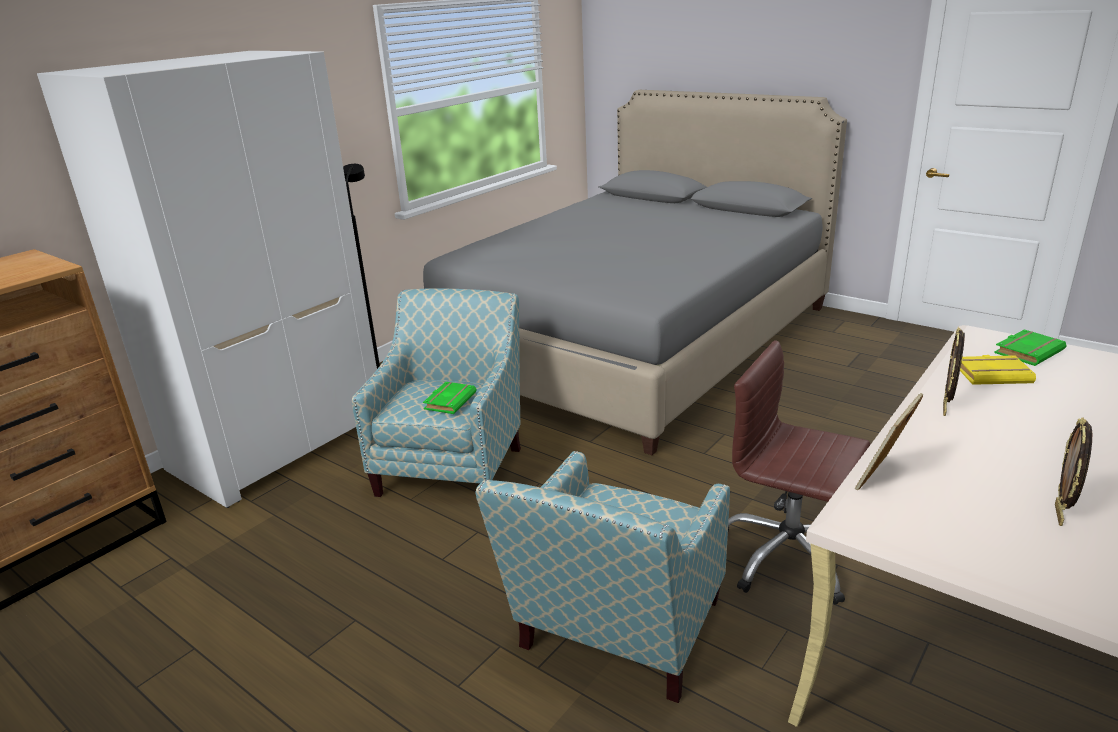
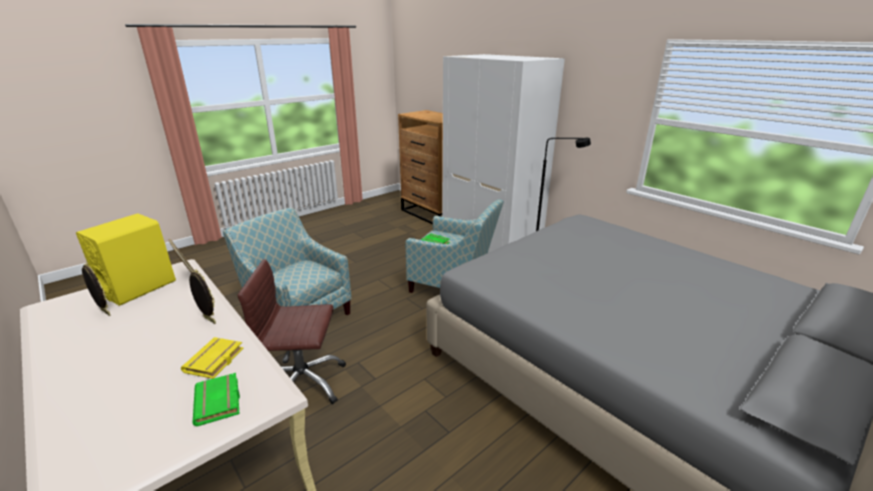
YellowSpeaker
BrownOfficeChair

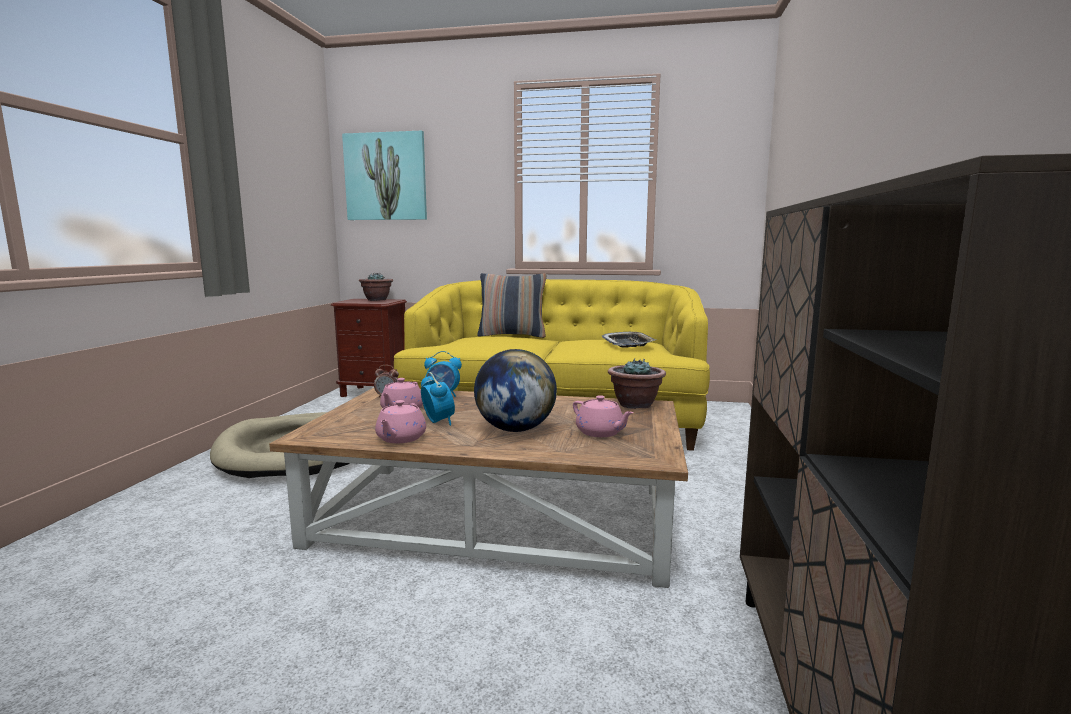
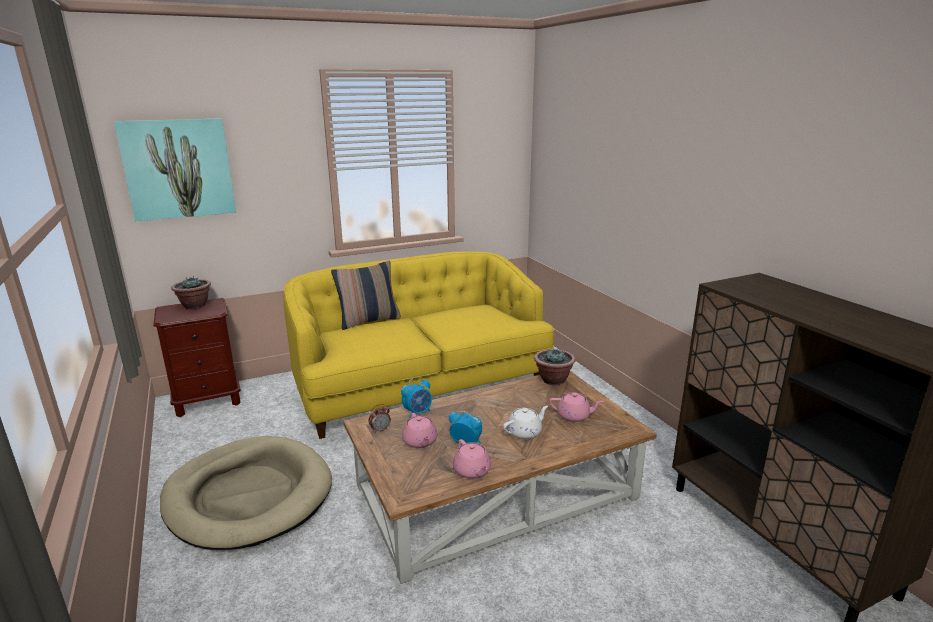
Tray
WhiteTeapot

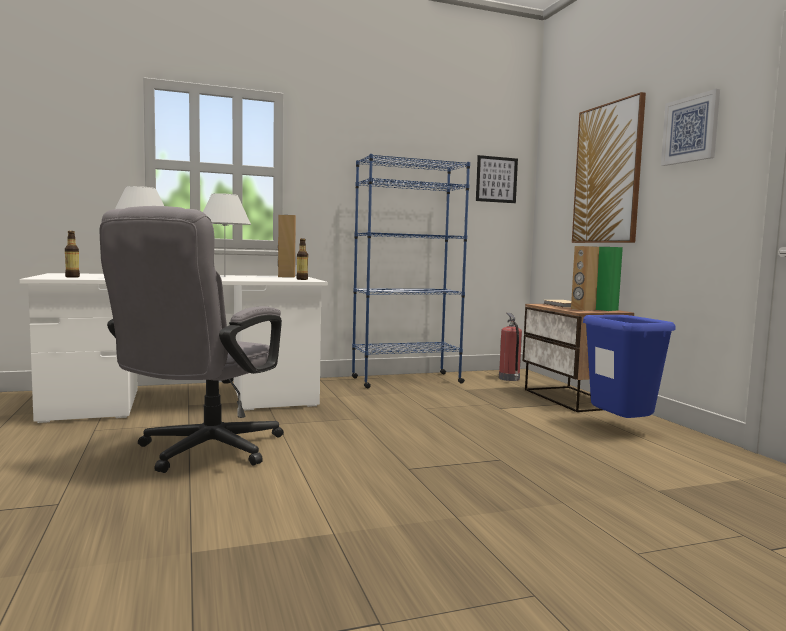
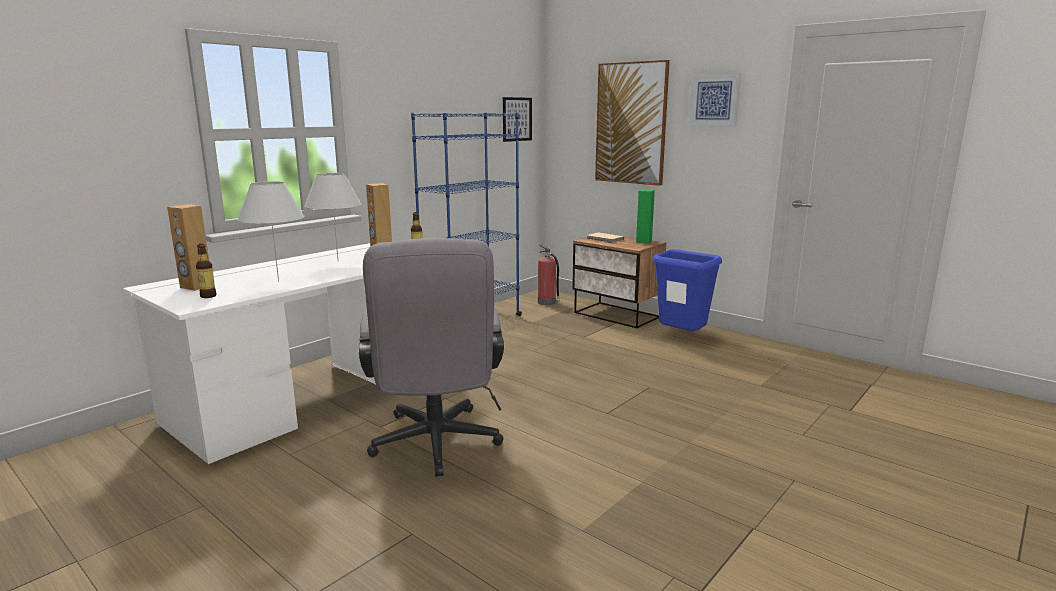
BrownSpeaker (1st from left)

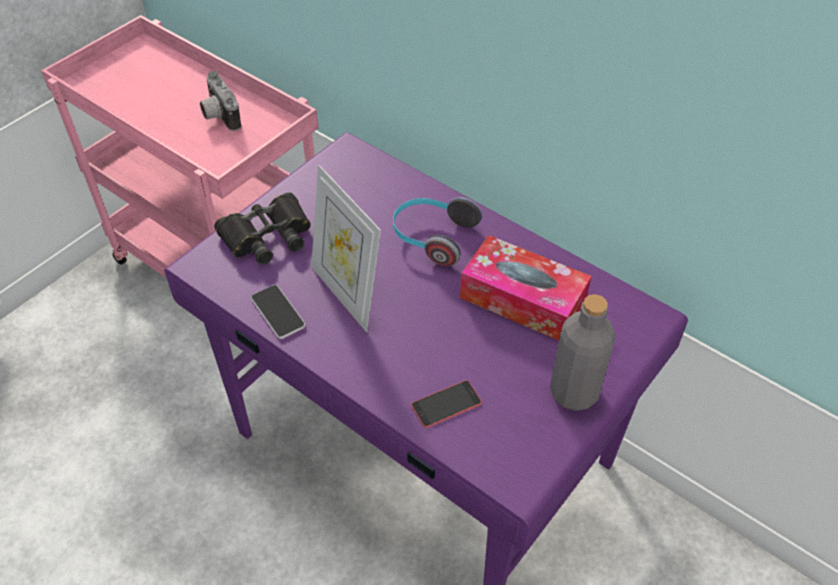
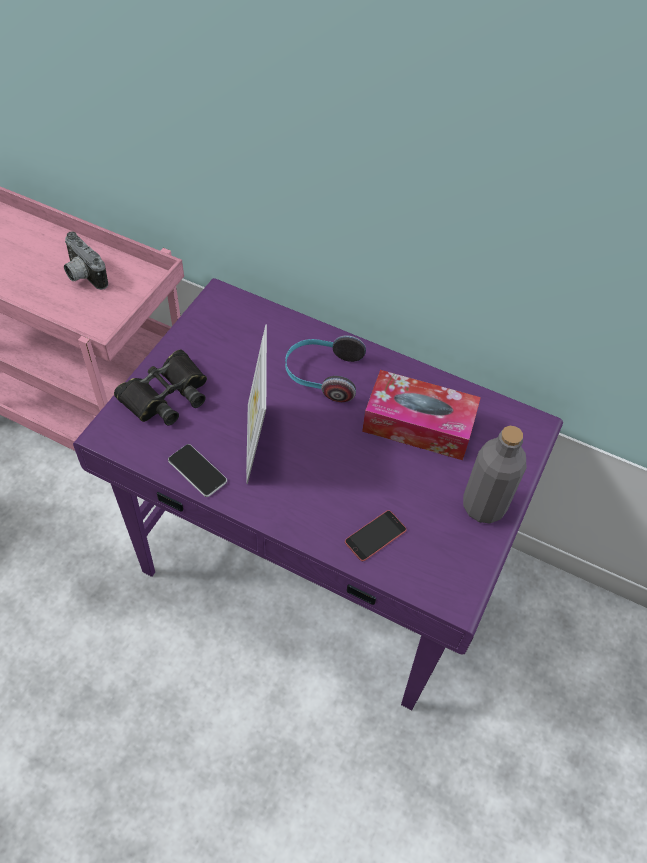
PictureFrame

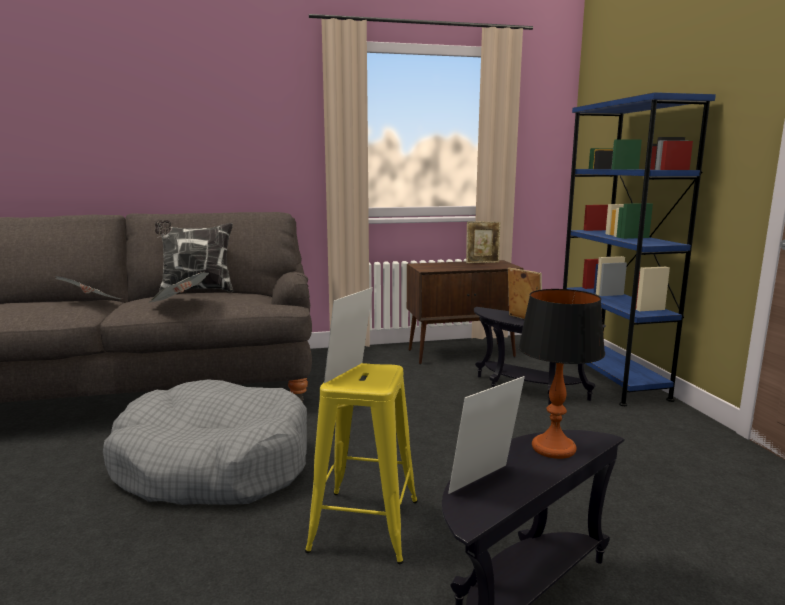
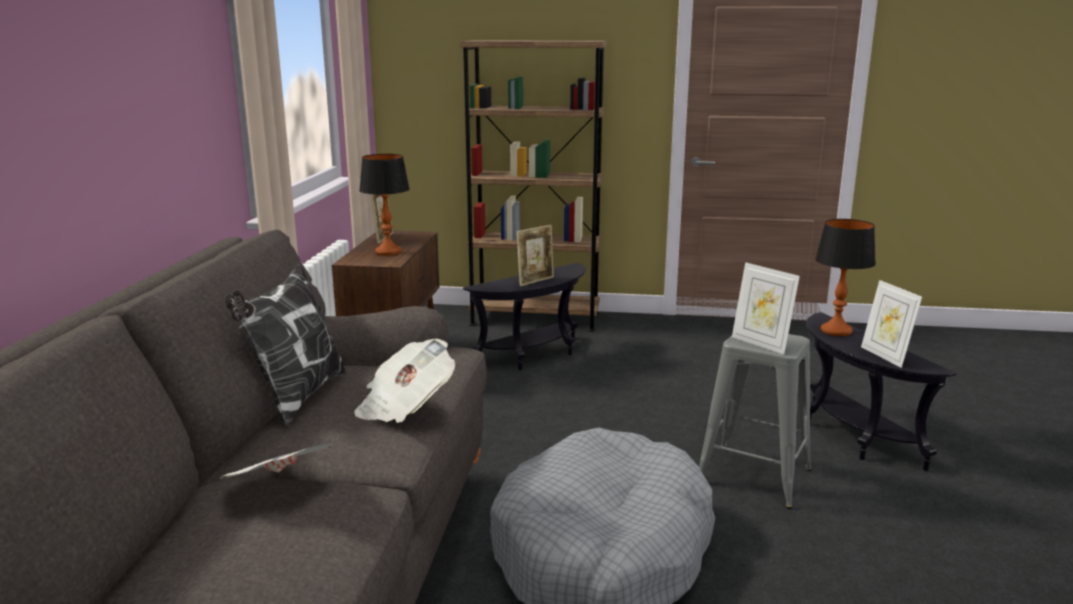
TableLamp (1st from left)
GreyStool
BrownBookcase
PictureFrame (2nd from left)

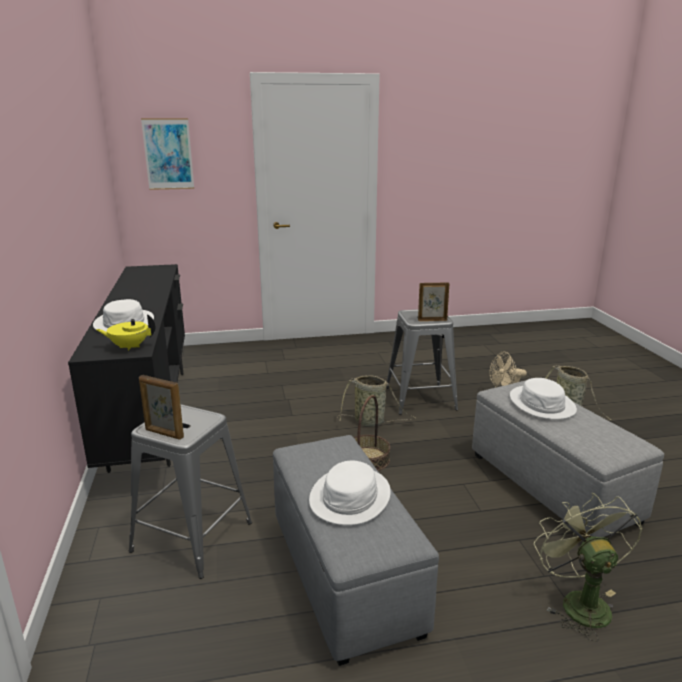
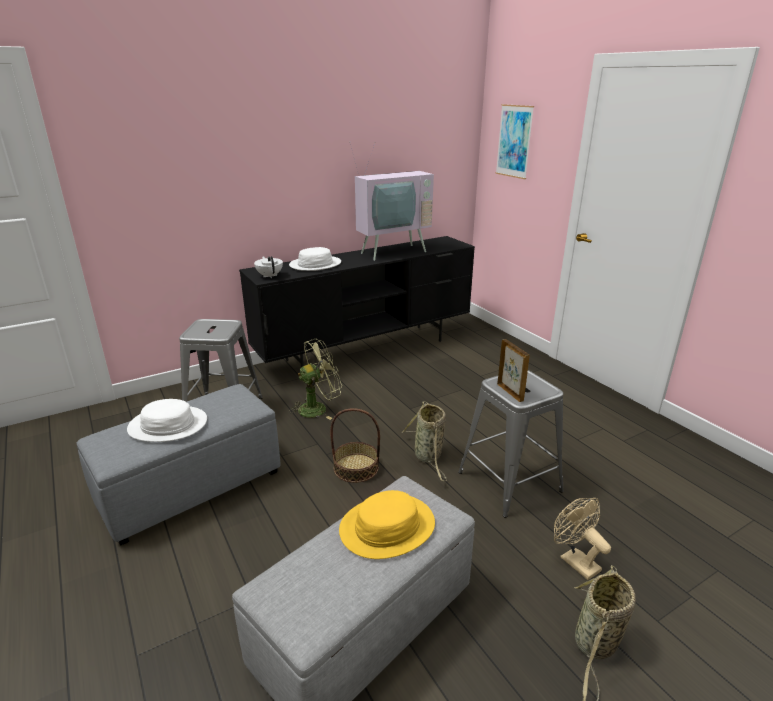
PictureFrame (1st from left in the first image)
Television
GreenFan
WhiteTeapot
YellowHat

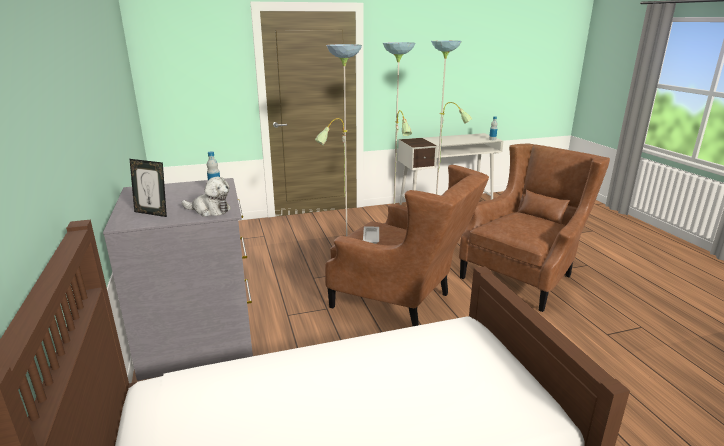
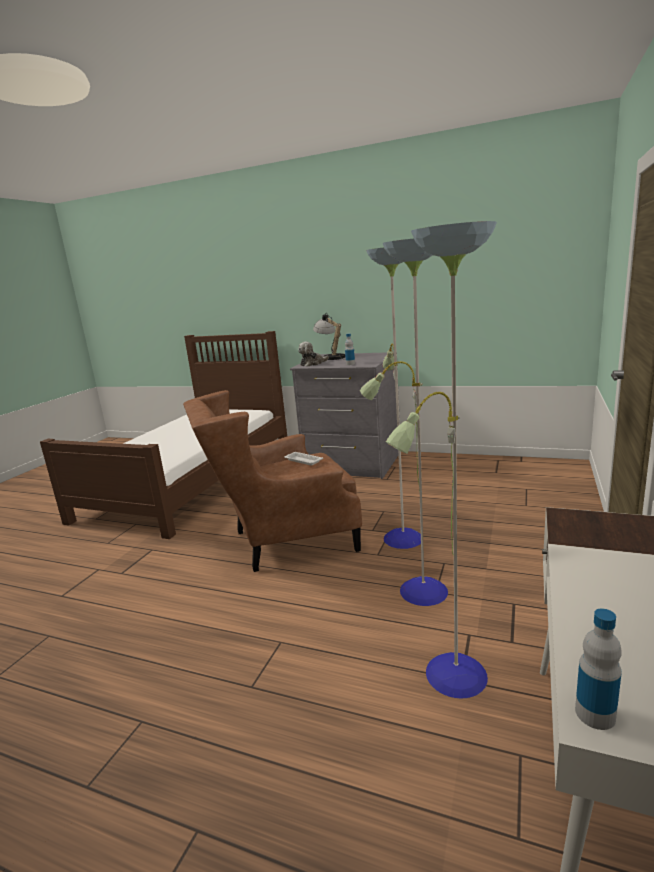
BrownArmchair (2nd from left in the first image)
TableLamp

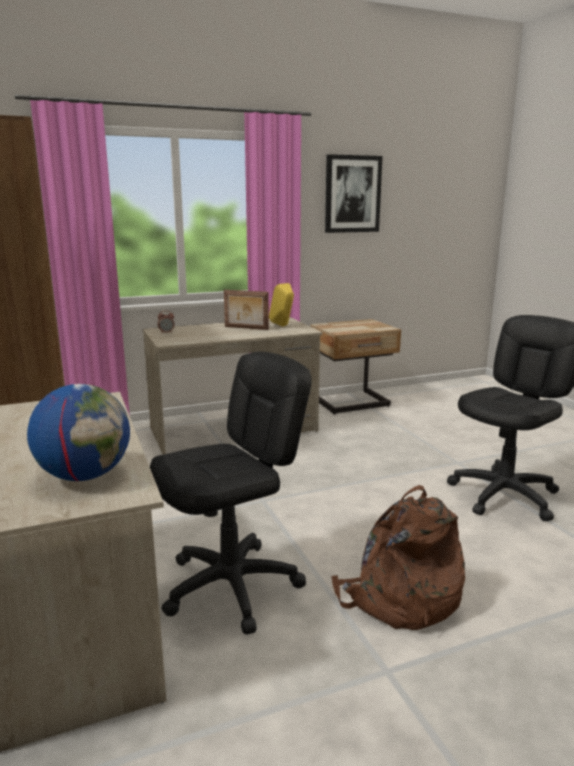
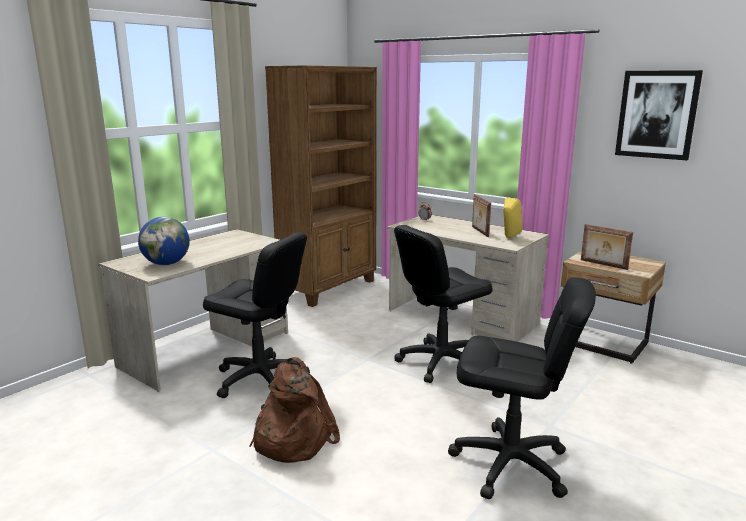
BlackOfficeChair (2nd from left)
PictureFrame (2nd from left)

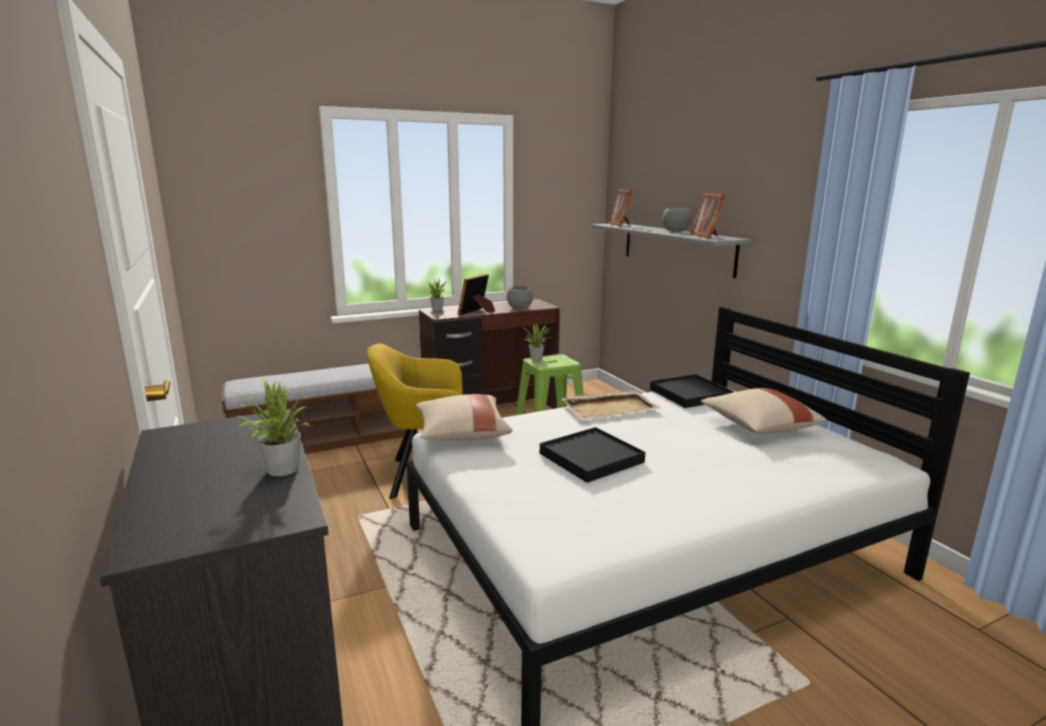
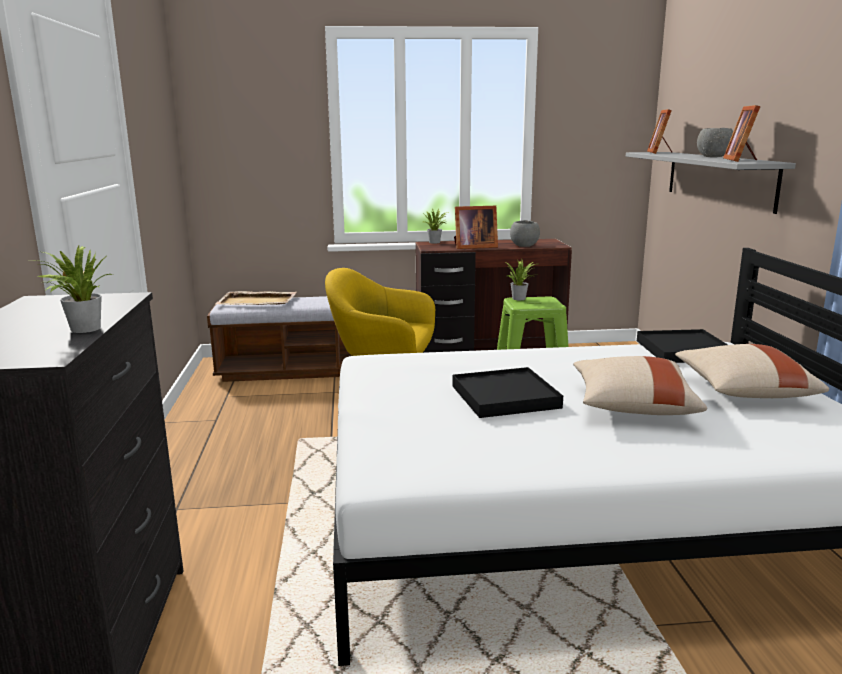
BeigePillow (1st from left)
BeigeTray
PictureFrame (1st from left)

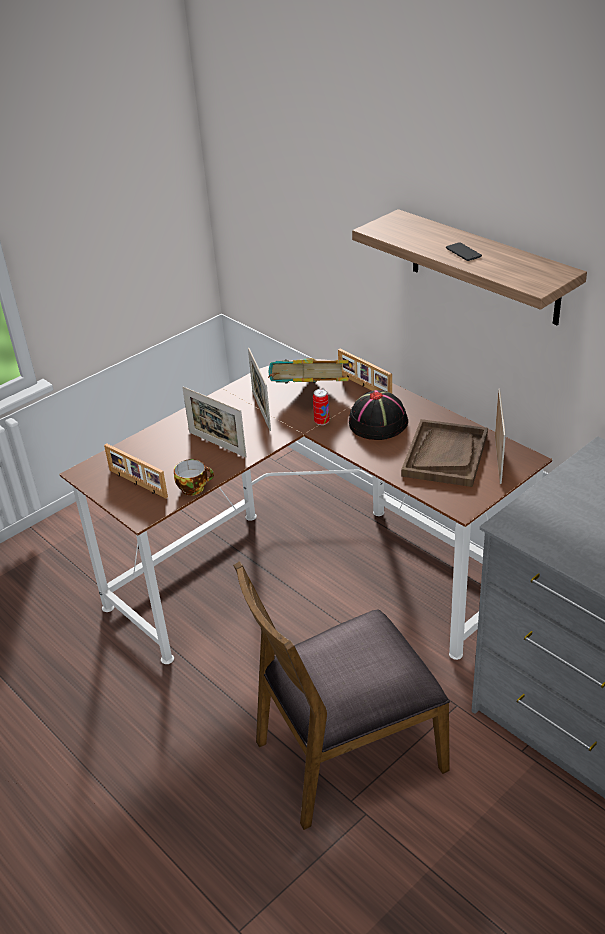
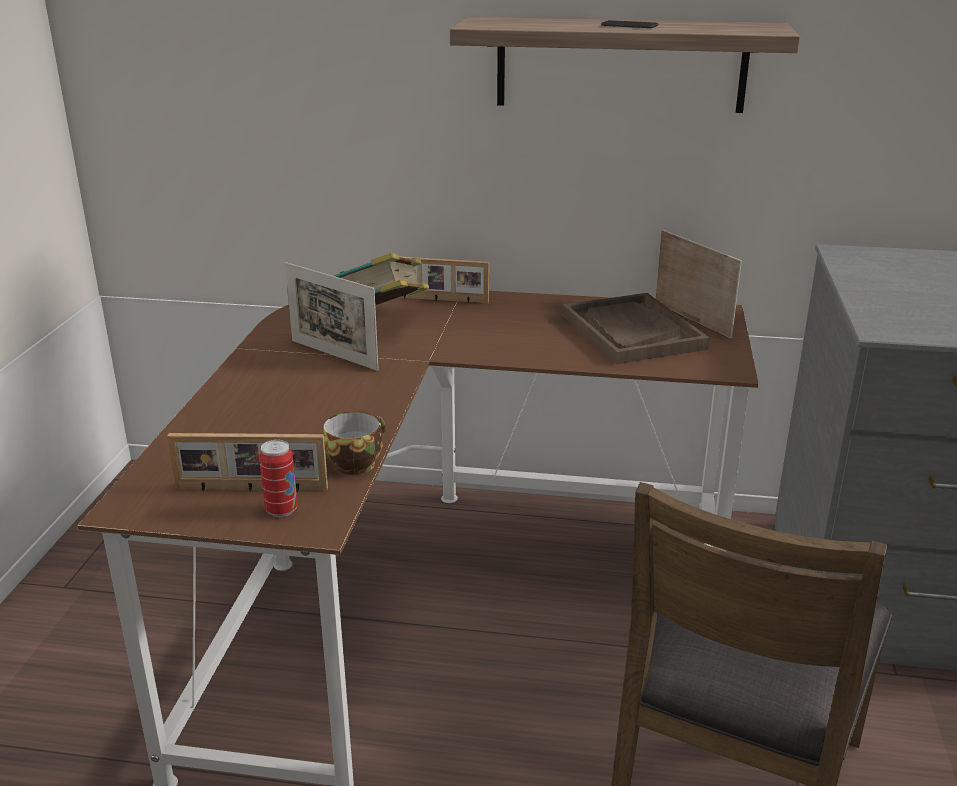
PictureFrame (2nd from left in the first image)
BlackHat
Can

